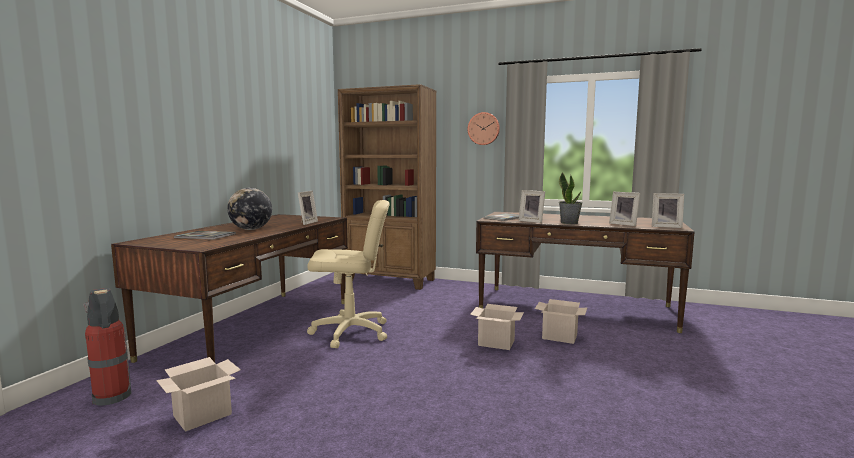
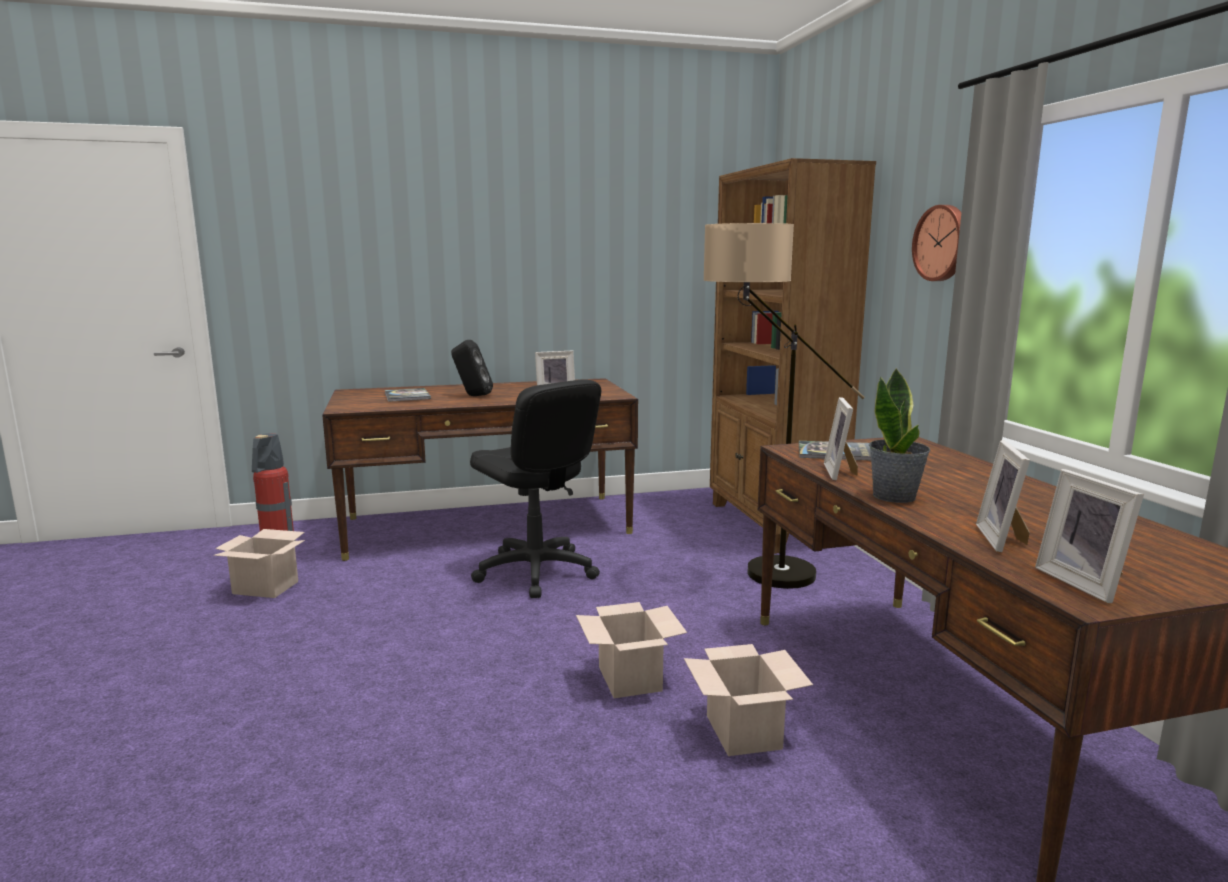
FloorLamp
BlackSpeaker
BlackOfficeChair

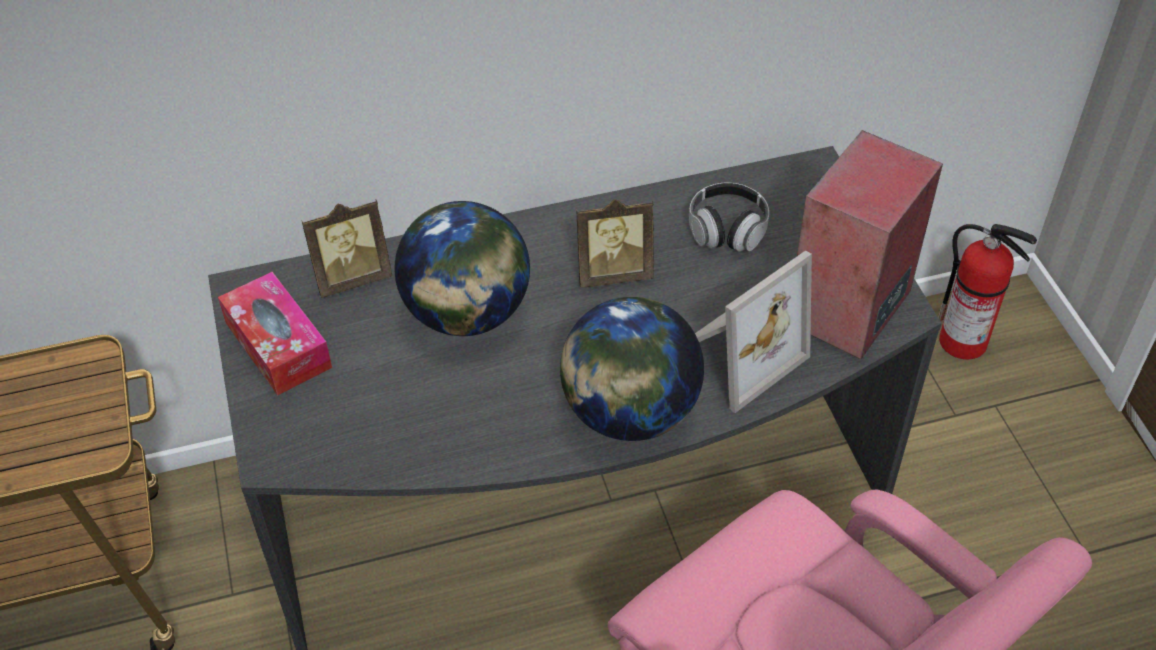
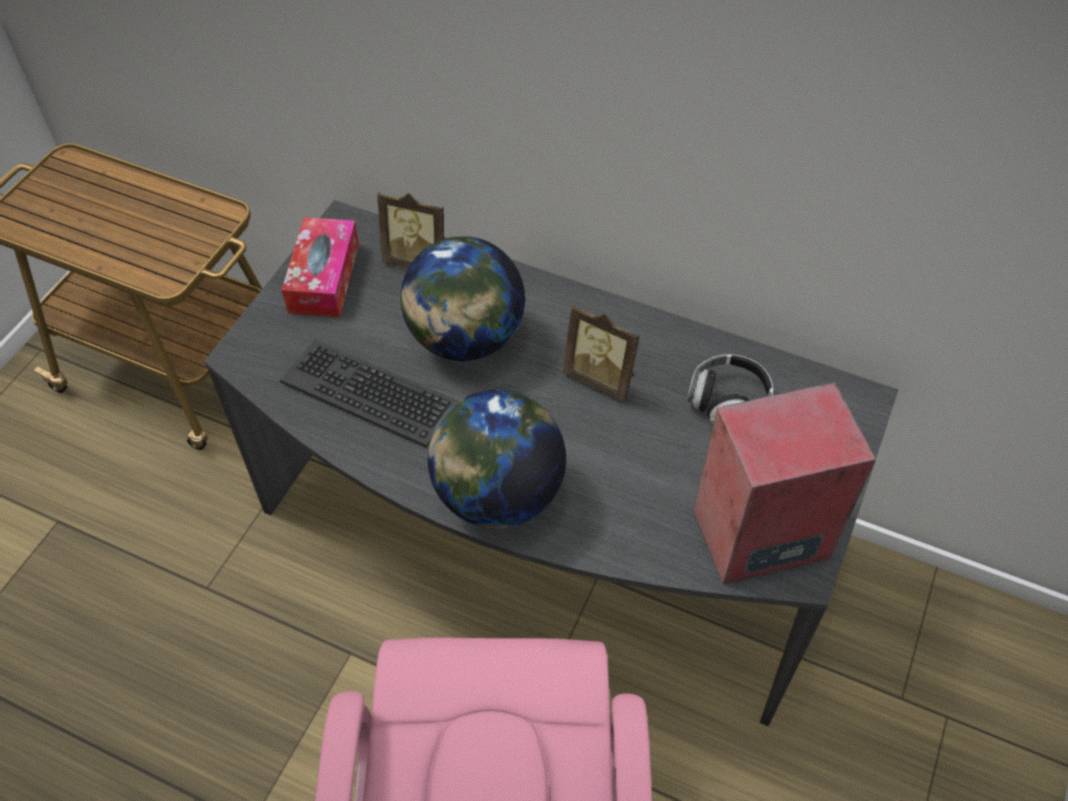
PictureFrame (3rd from left in the first image)
FireExtinguisher
Keyboard

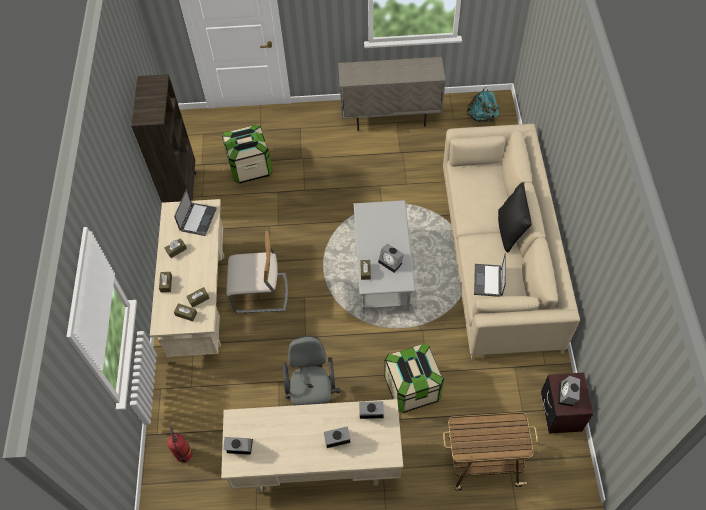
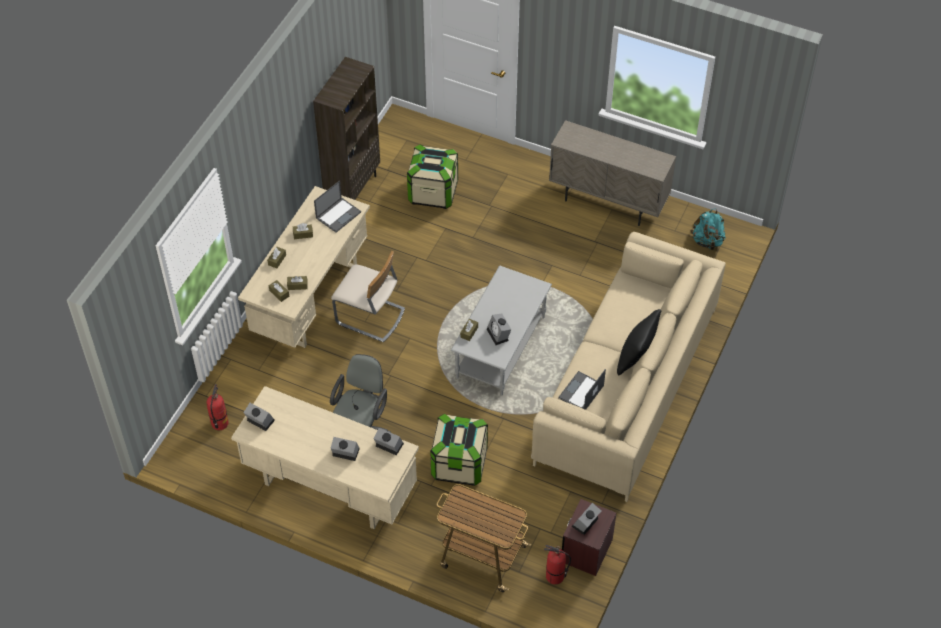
FireExtinguisher (2nd from left)

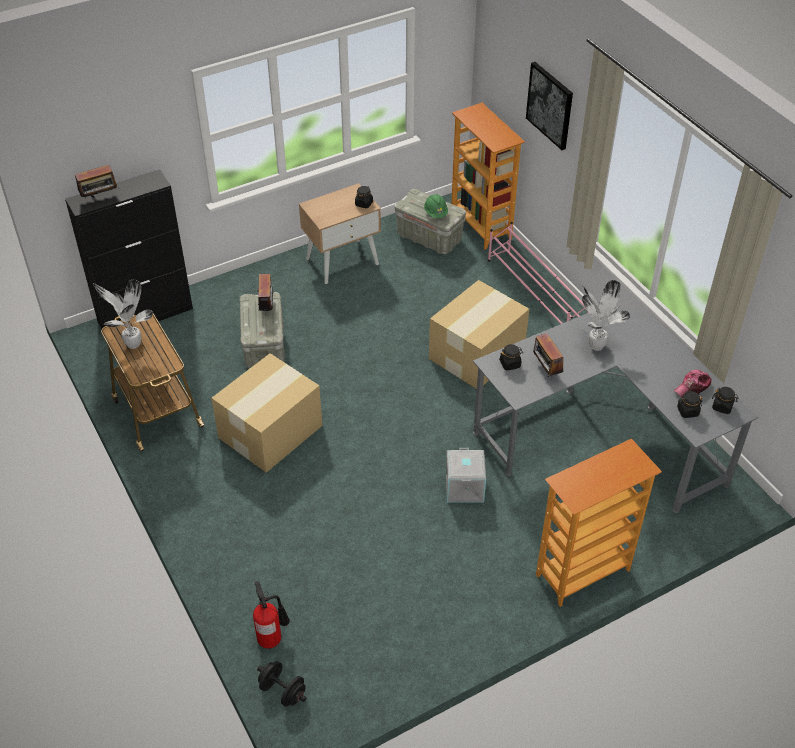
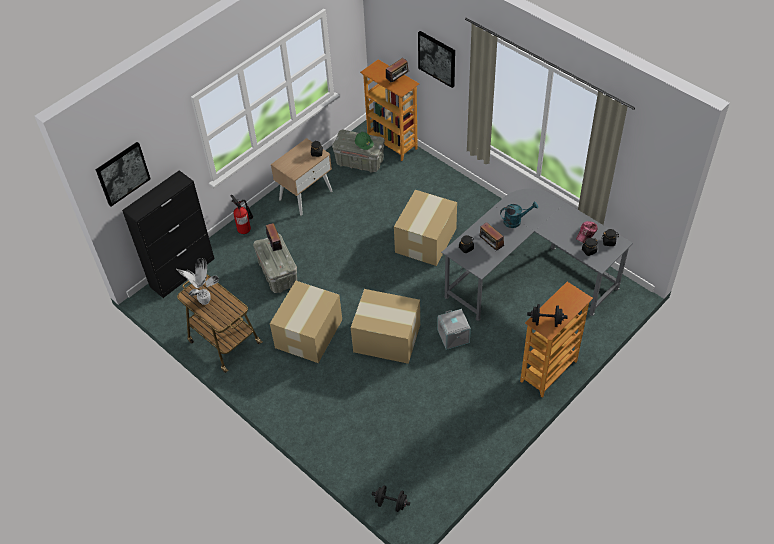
PinkShoeRack
Picture (1st from left)
CardboardBox (2nd from left)
BlackDumbbell (2nd from left)
Radio (2nd from left)
FireExtinguisher
TurquoiseWateringCan

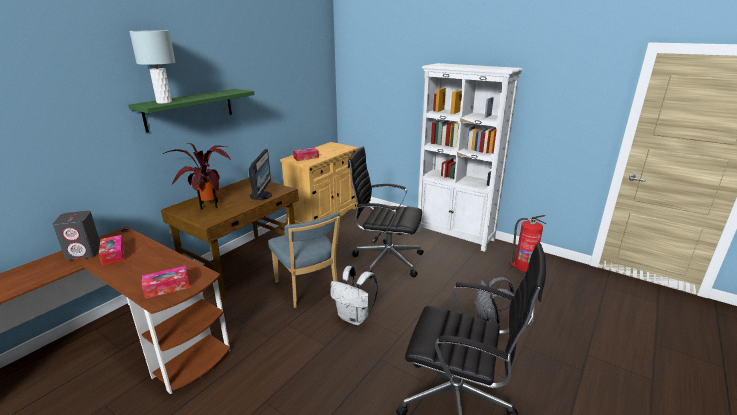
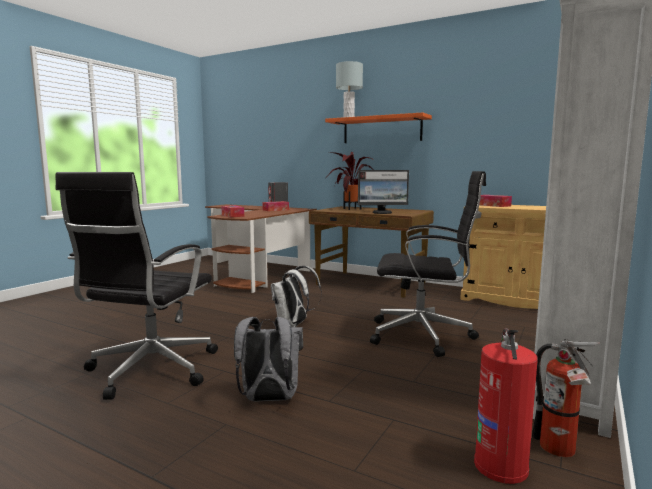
BlueChair
FireExtinguisher (2nd from left)
OrangeShelf
BlackOfficeChair (2nd from left)

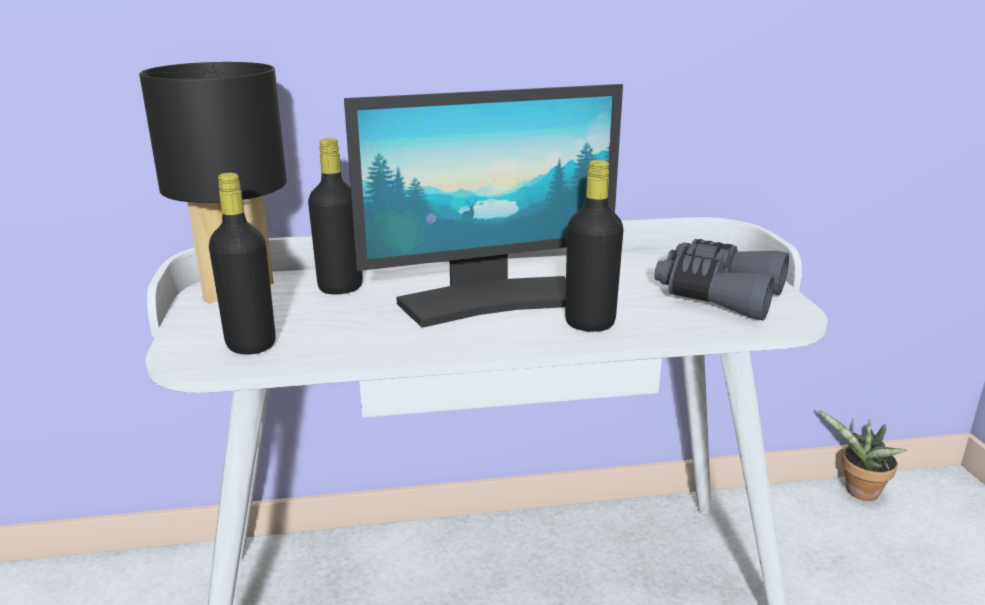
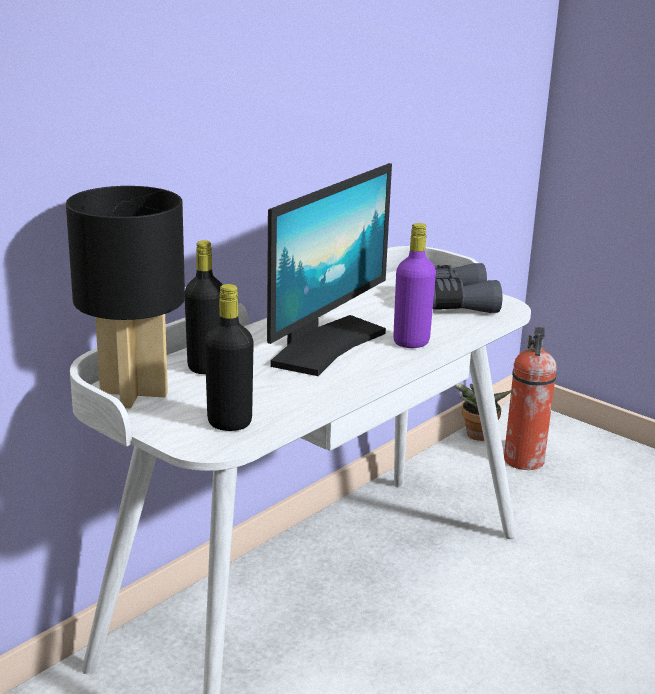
FireExtinguisher
PurpleBottle

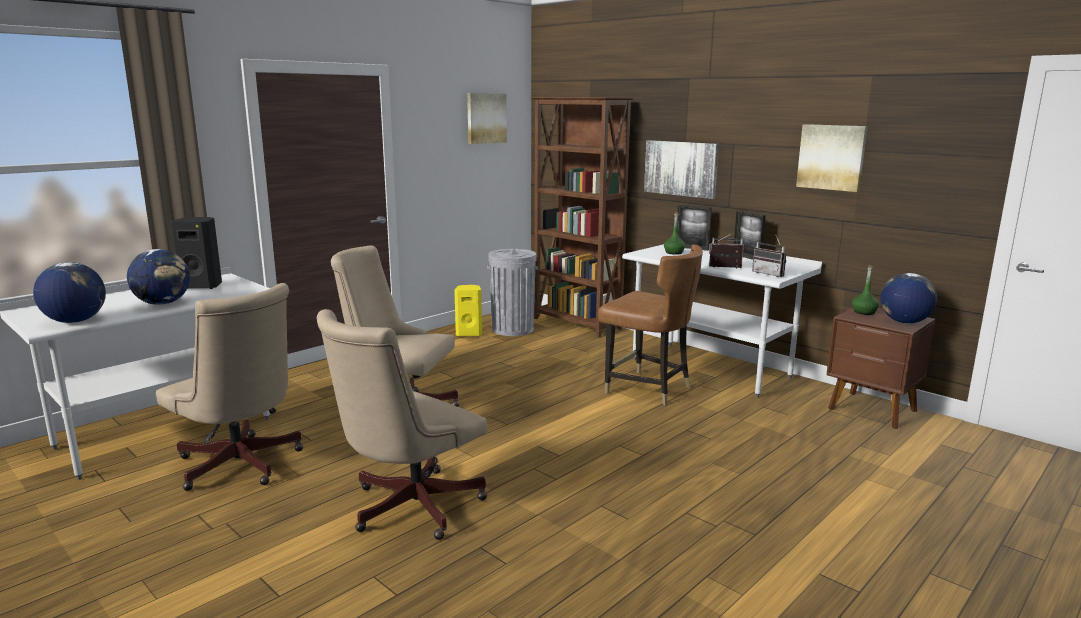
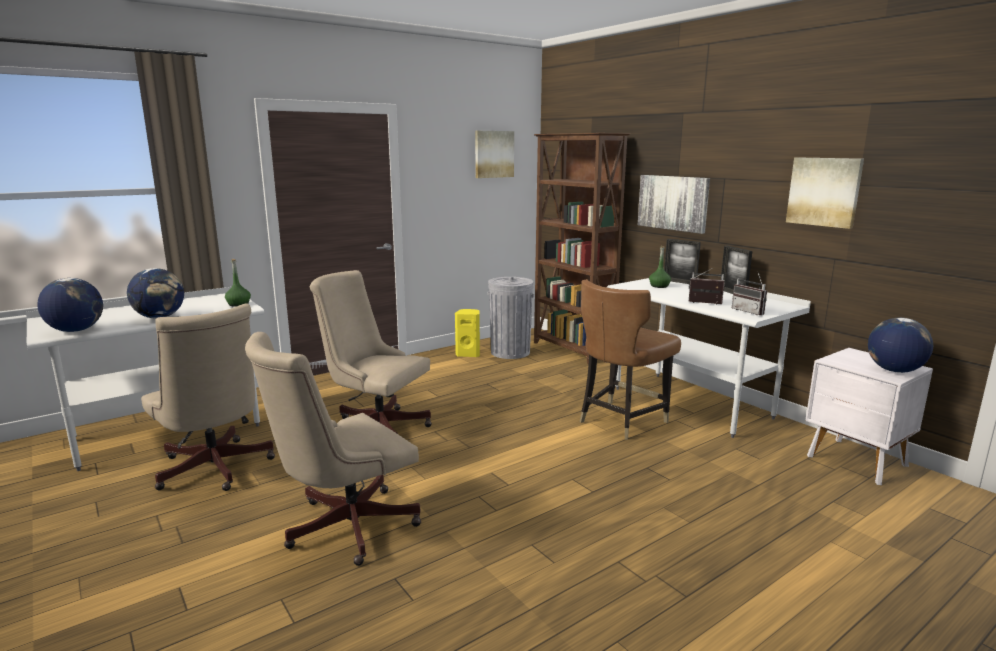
BlackSpeaker
GreenBottle (1st from left)
WhiteNightstand
BrownChair

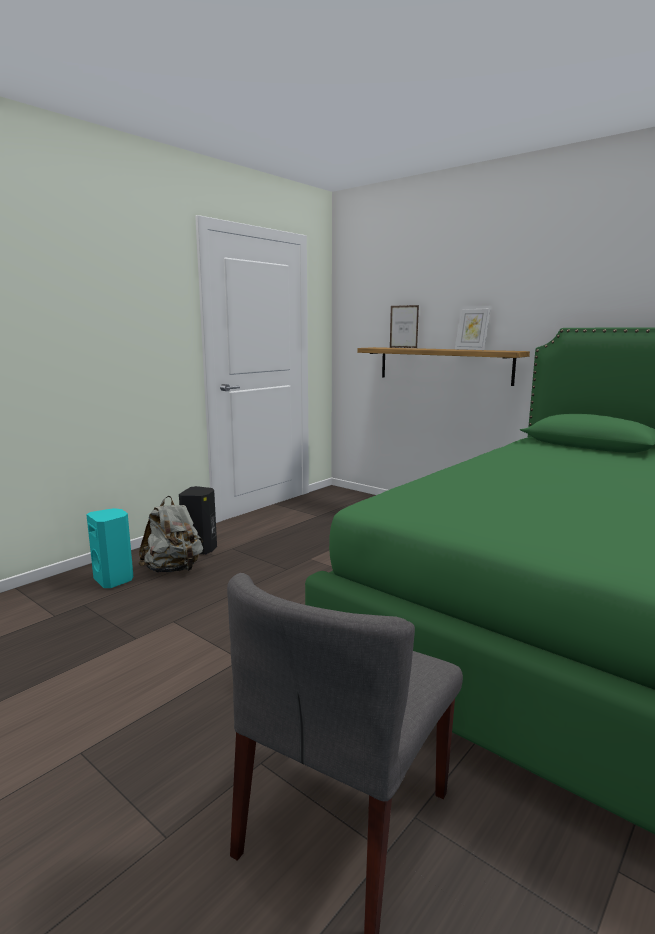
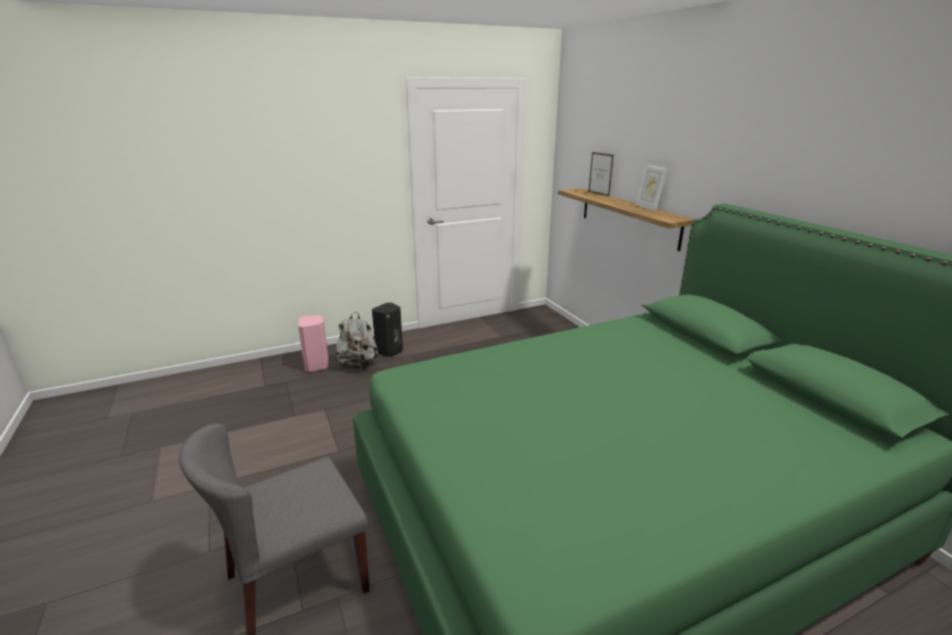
PinkSpeaker

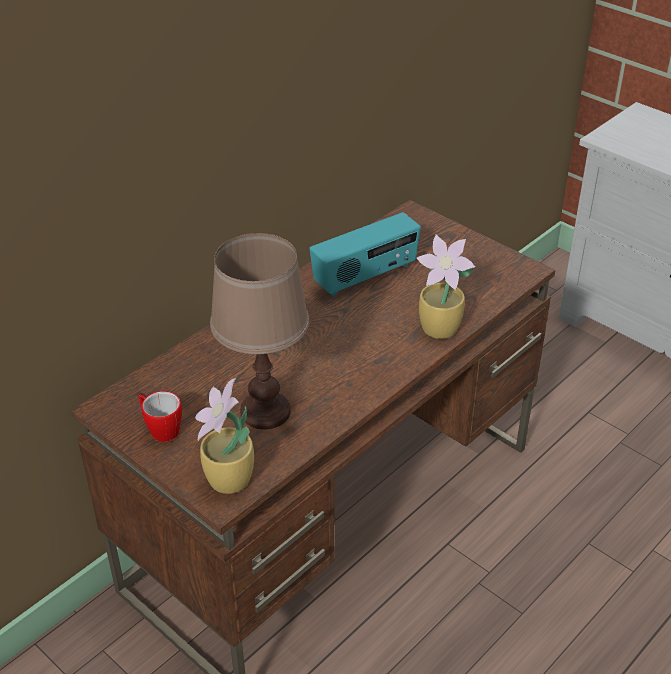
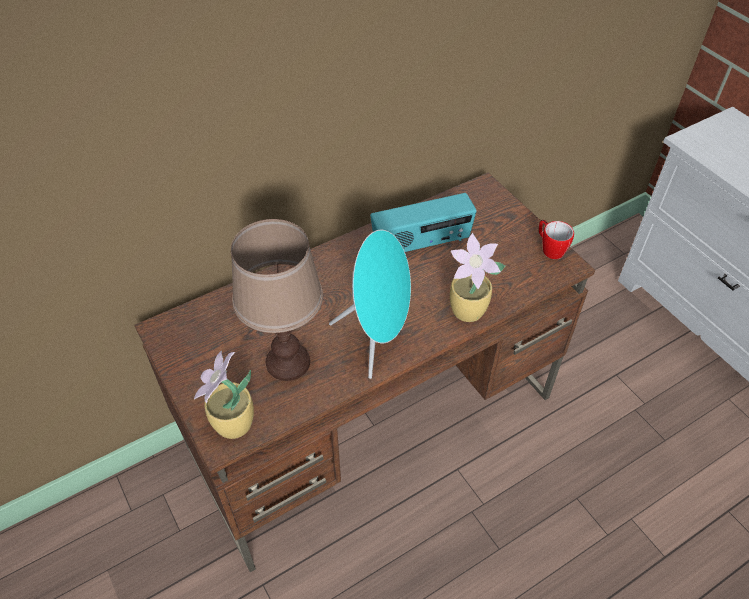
TurquoiseSpeaker
Mug

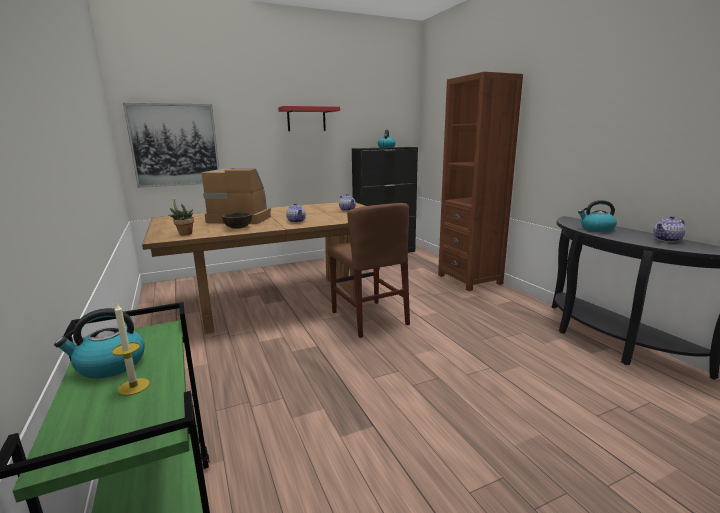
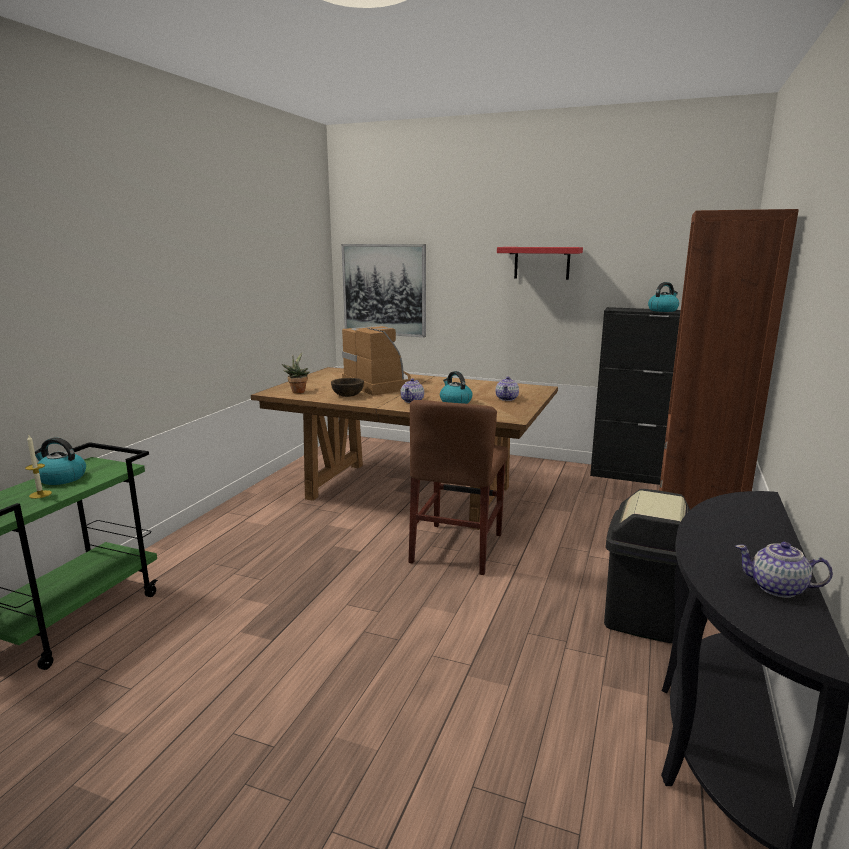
BlackTrashCan
Kettle (2nd from left)

